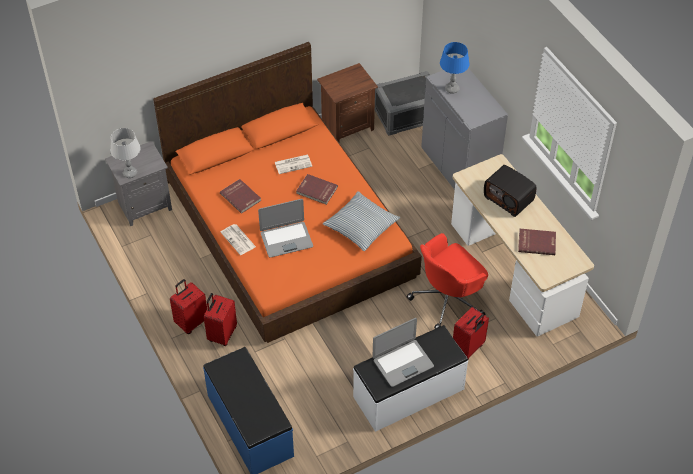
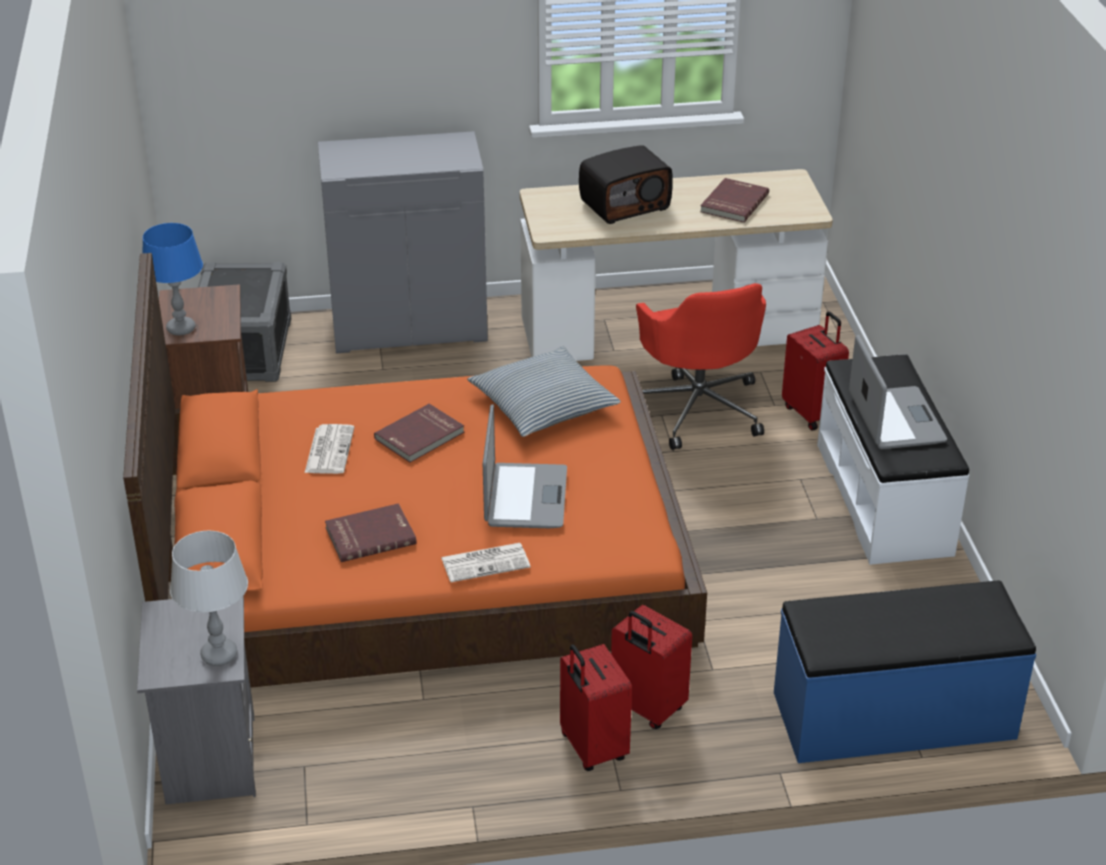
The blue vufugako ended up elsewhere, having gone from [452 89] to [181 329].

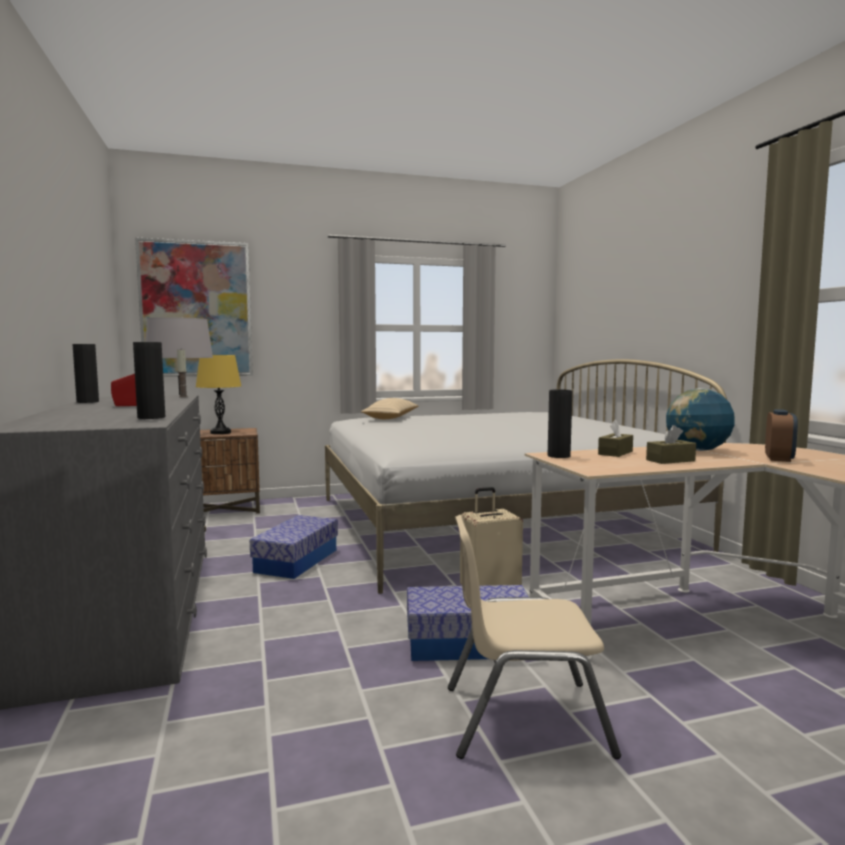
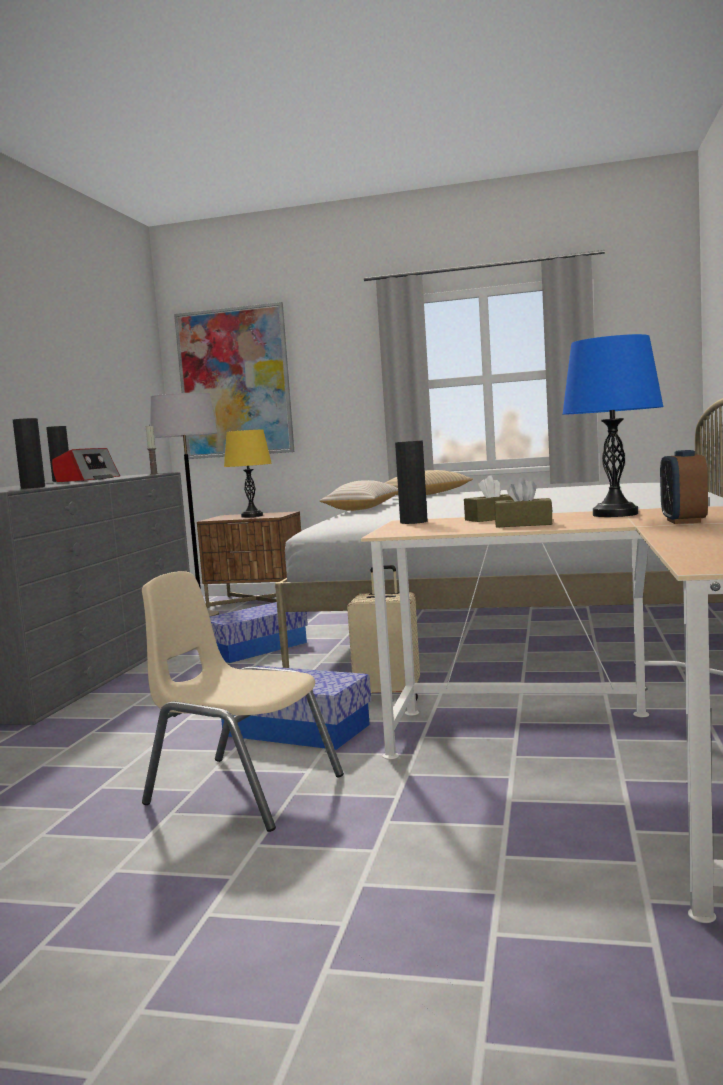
The second view gained the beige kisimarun at [363 508]. Where the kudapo stood at [697 450], the blue vufugako came to stand at [615 514]. The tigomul at [779 459] ended up facing another way, 135 degrees clockwise from before.

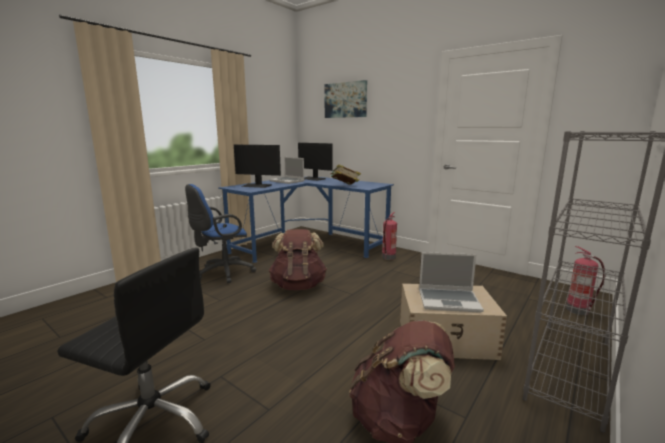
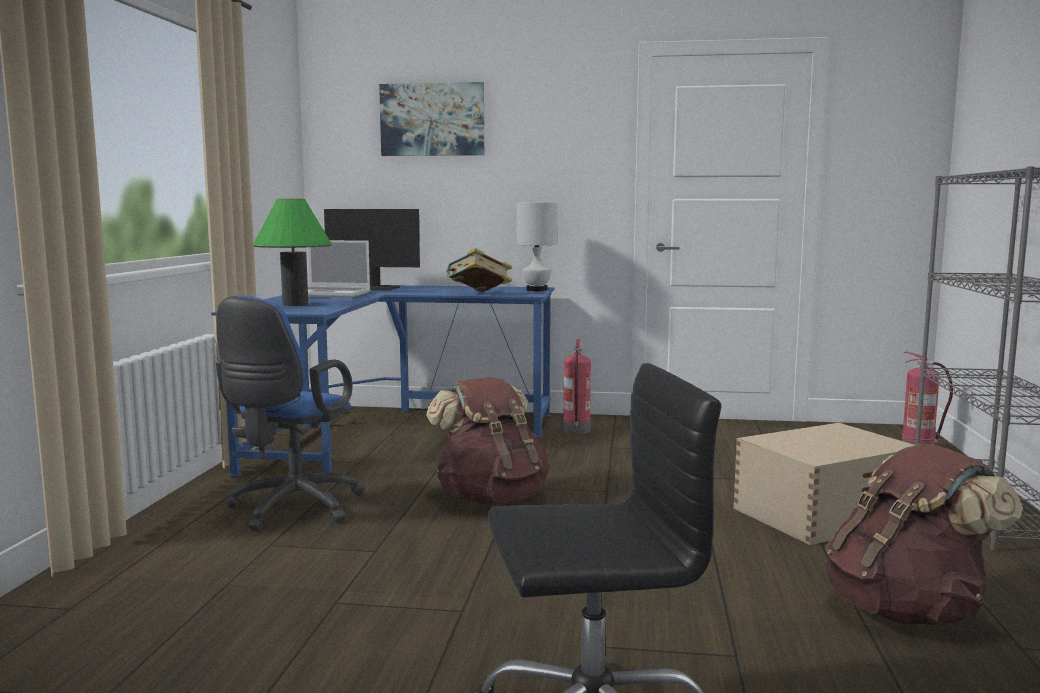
The second view lost the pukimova at [449 301]. The second view gained the white vufugako at [537 290]. Where the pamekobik stood at [256 186], the green vufugako came to stand at [295 304].

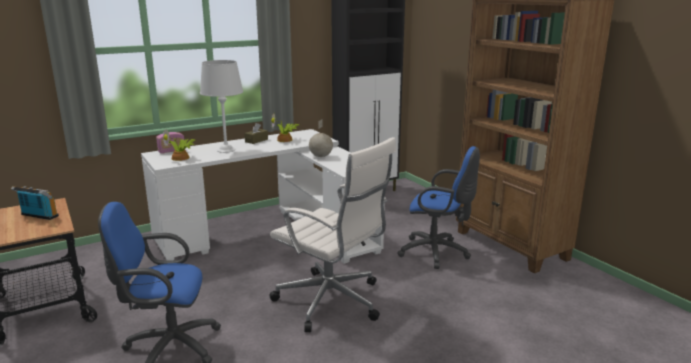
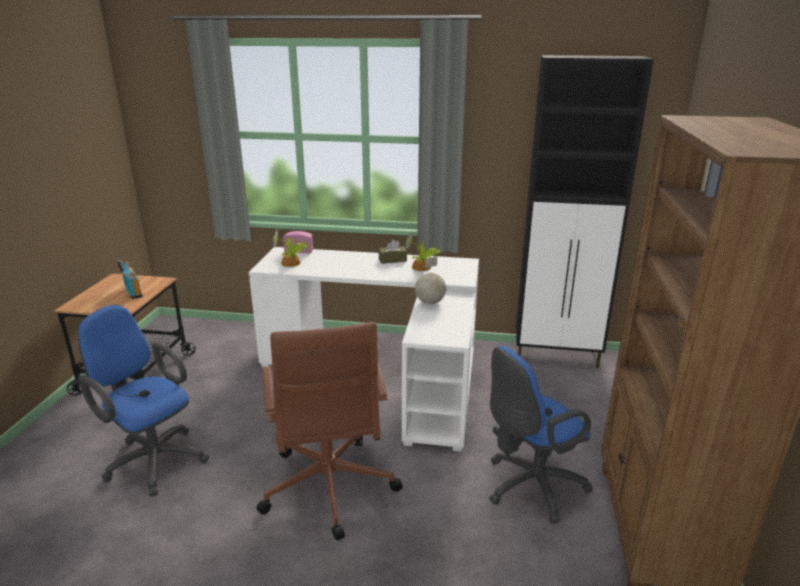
The second view lost the white vufugako at [226 150]. What was the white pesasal at [332 302] turned into the brown pesasal at [329 489]. The blue pesasal at [437 253] ended up facing another way, 90 degrees clockwise from before.

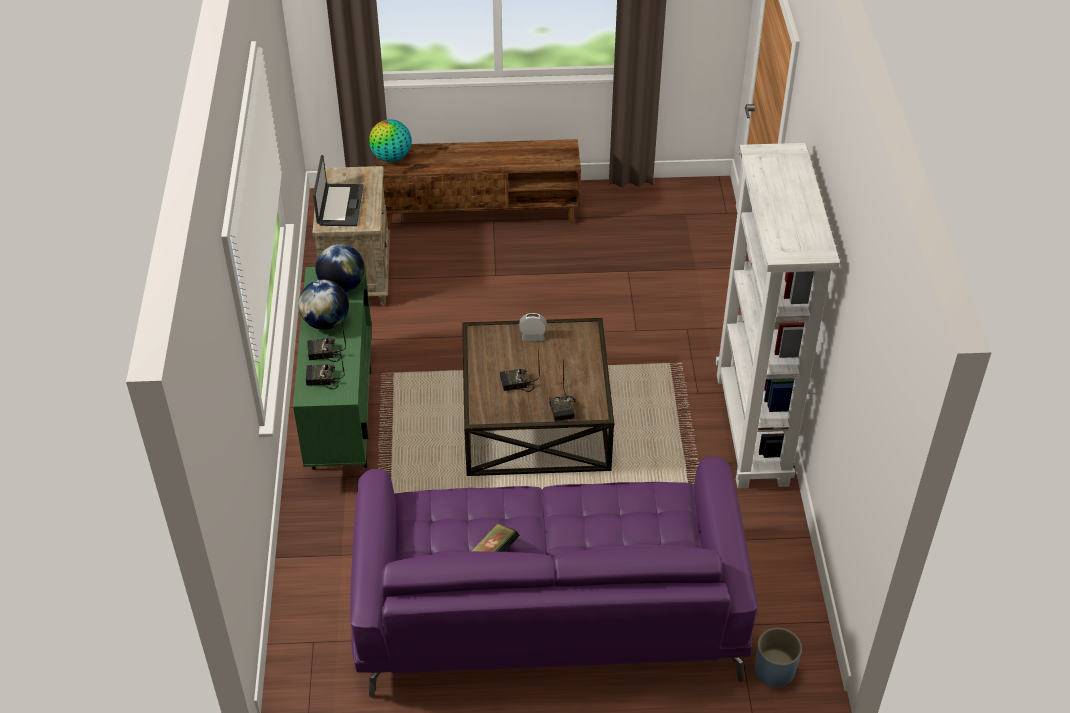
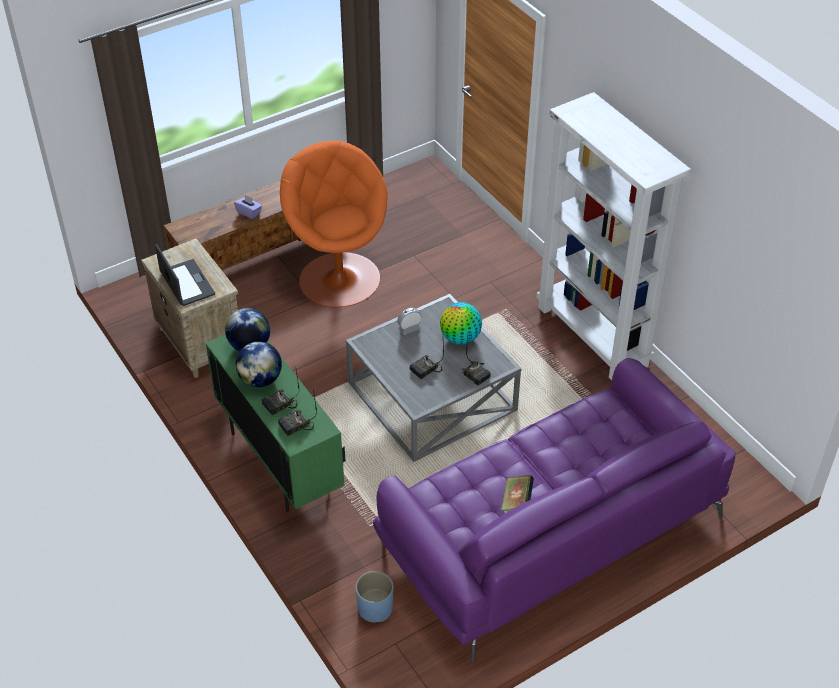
The second view gained the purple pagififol at [249 212]. The second view gained the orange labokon at [339 278]. The kudapo ended up elsewhere, having gone from [391 157] to [460 338]. The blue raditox ended up elsewhere, having gone from [774 671] to [375 608]. What was the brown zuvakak at [535 420] turned into the grey zuvakak at [432 397].

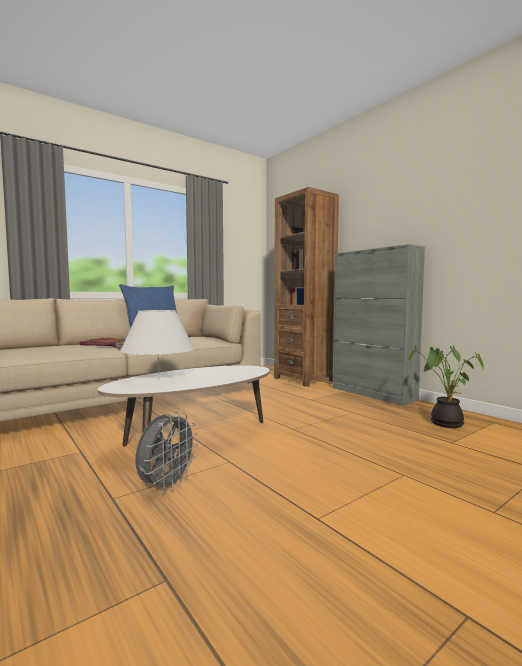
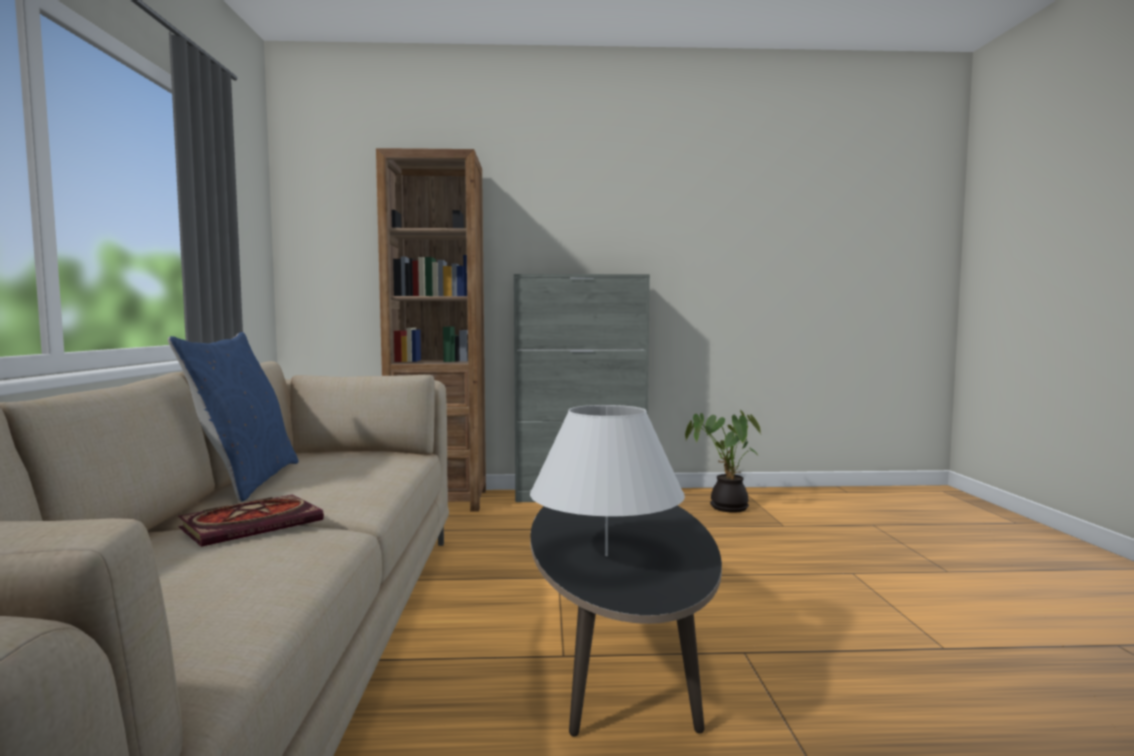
The second view lost the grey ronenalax at [166 486]. What was the white zuvakak at [194 439] turned into the black zuvakak at [618 655].

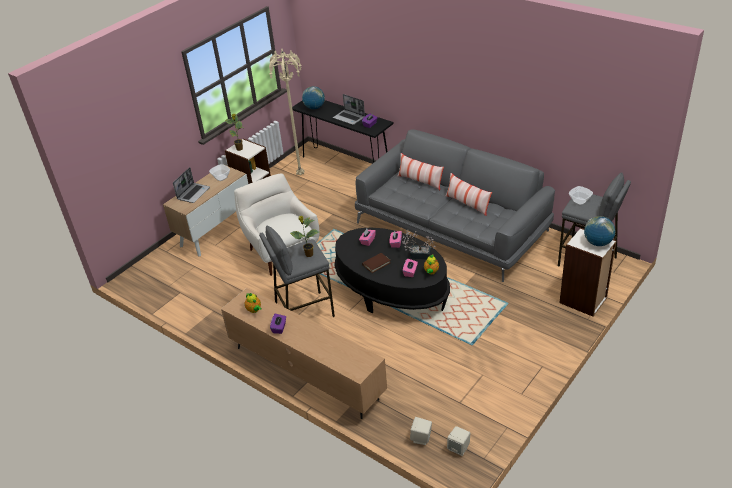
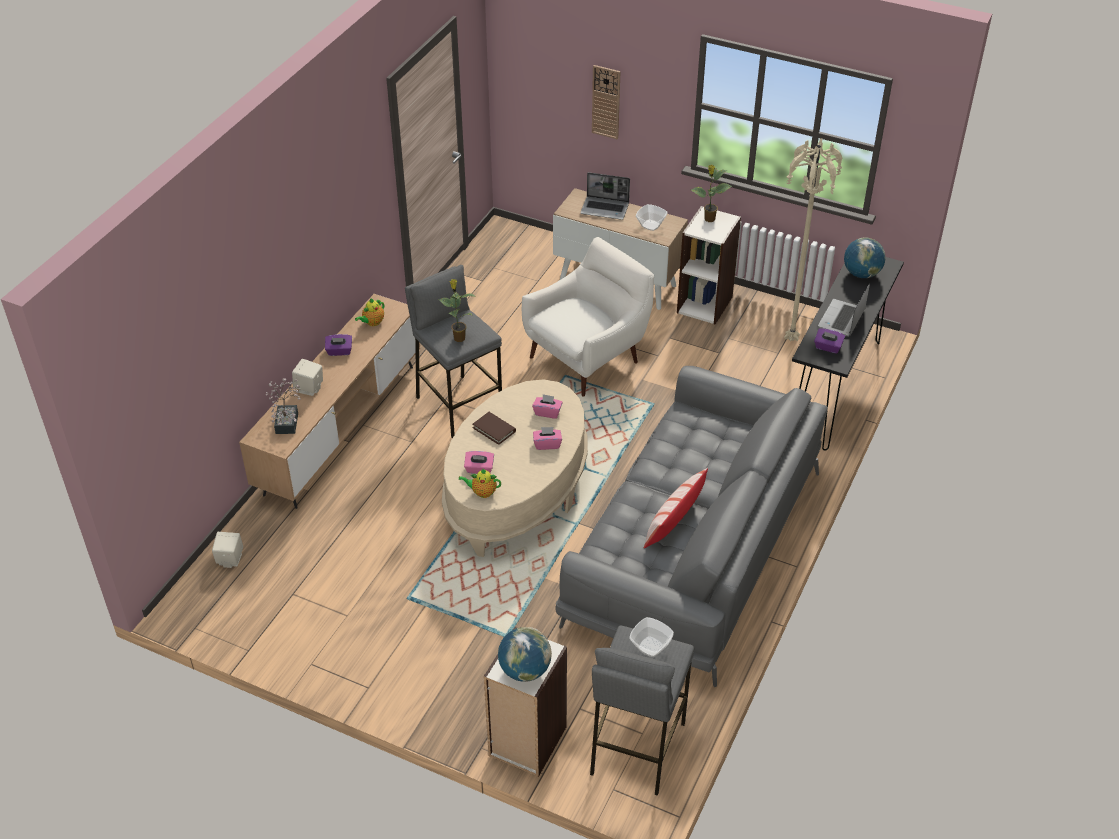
The second view lost the kisimarun at [420 181]. The second view gained the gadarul at [606 102]. The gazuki ended up elsewhere, having gone from [418 254] to [288 420]. The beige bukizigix ended up elsewhere, having gone from [459 448] to [309 388]. What was the black zuvakak at [392 290] turned into the beige zuvakak at [516 492].

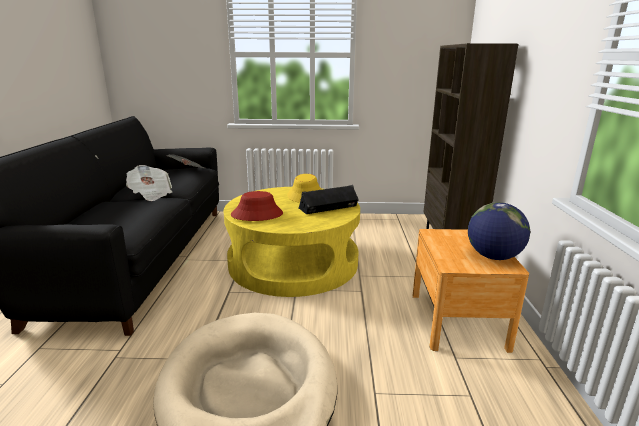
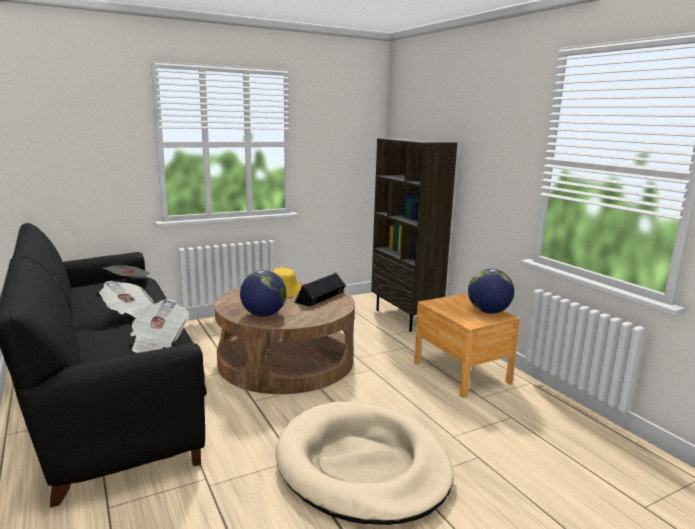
The second view gained the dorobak at [158 341]. Where the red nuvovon stood at [257 214], the kudapo came to stand at [263 315]. What was the yellow zuvakak at [293 262] turned into the brown zuvakak at [286 360].

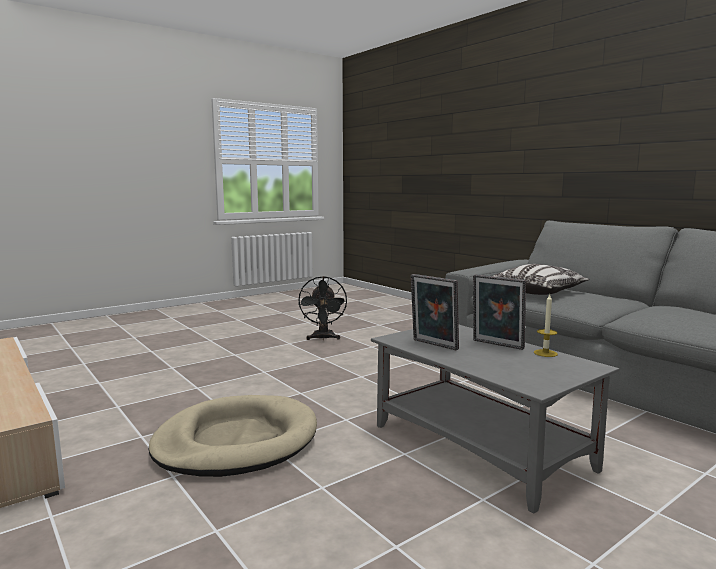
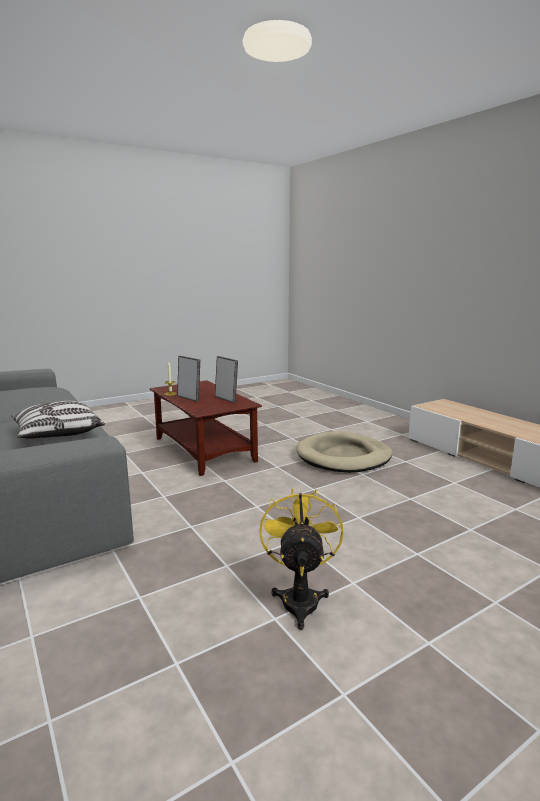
What was the black ronenalax at [323 338] turned into the yellow ronenalax at [300 598]. What was the grey zuvakak at [481 447] turned into the brown zuvakak at [203 449].

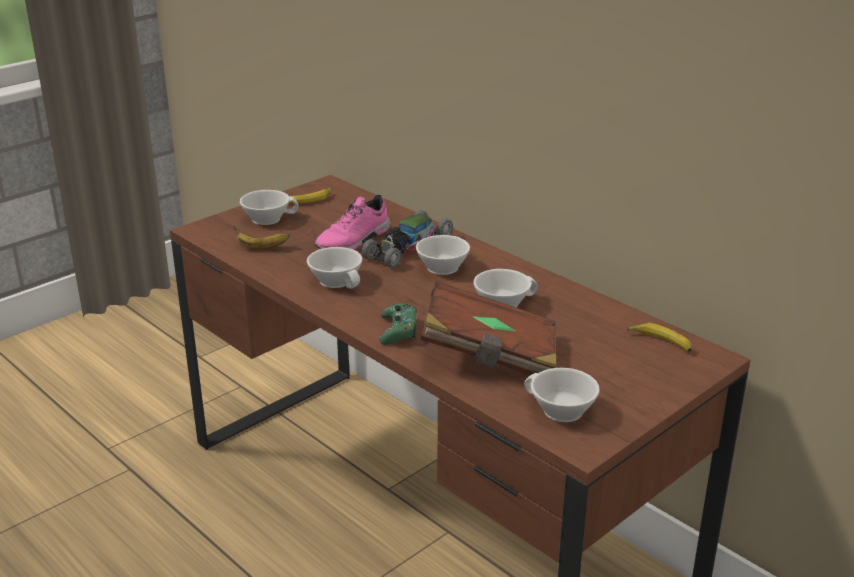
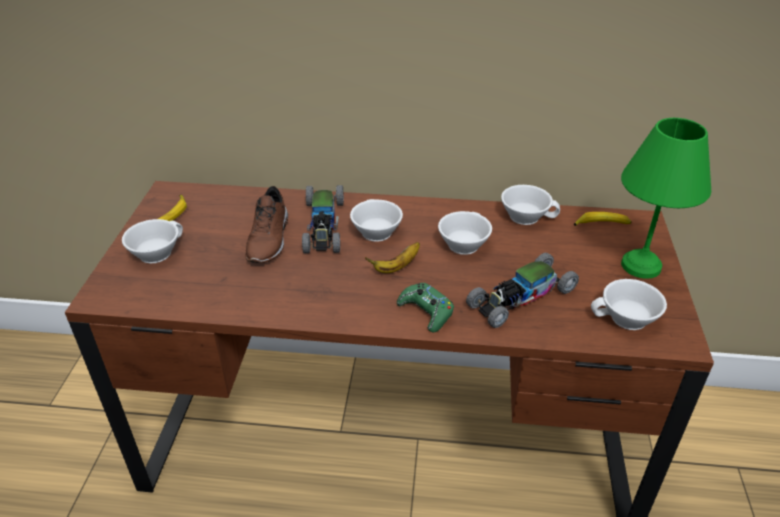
The second view gained the green vufugako at [639 266]. The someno ended up elsewhere, having gone from [261 248] to [396 267]. The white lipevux ended up elsewhere, having gone from [338 280] to [526 215]. Where the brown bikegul stood at [489 356], the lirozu came to stand at [521 298]. What was the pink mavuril at [354 241] turned into the brown mavuril at [270 239].

